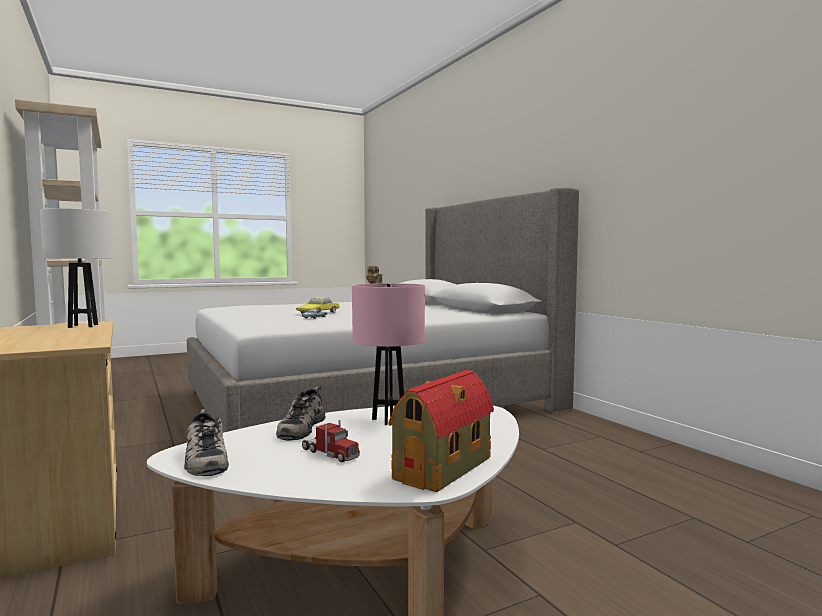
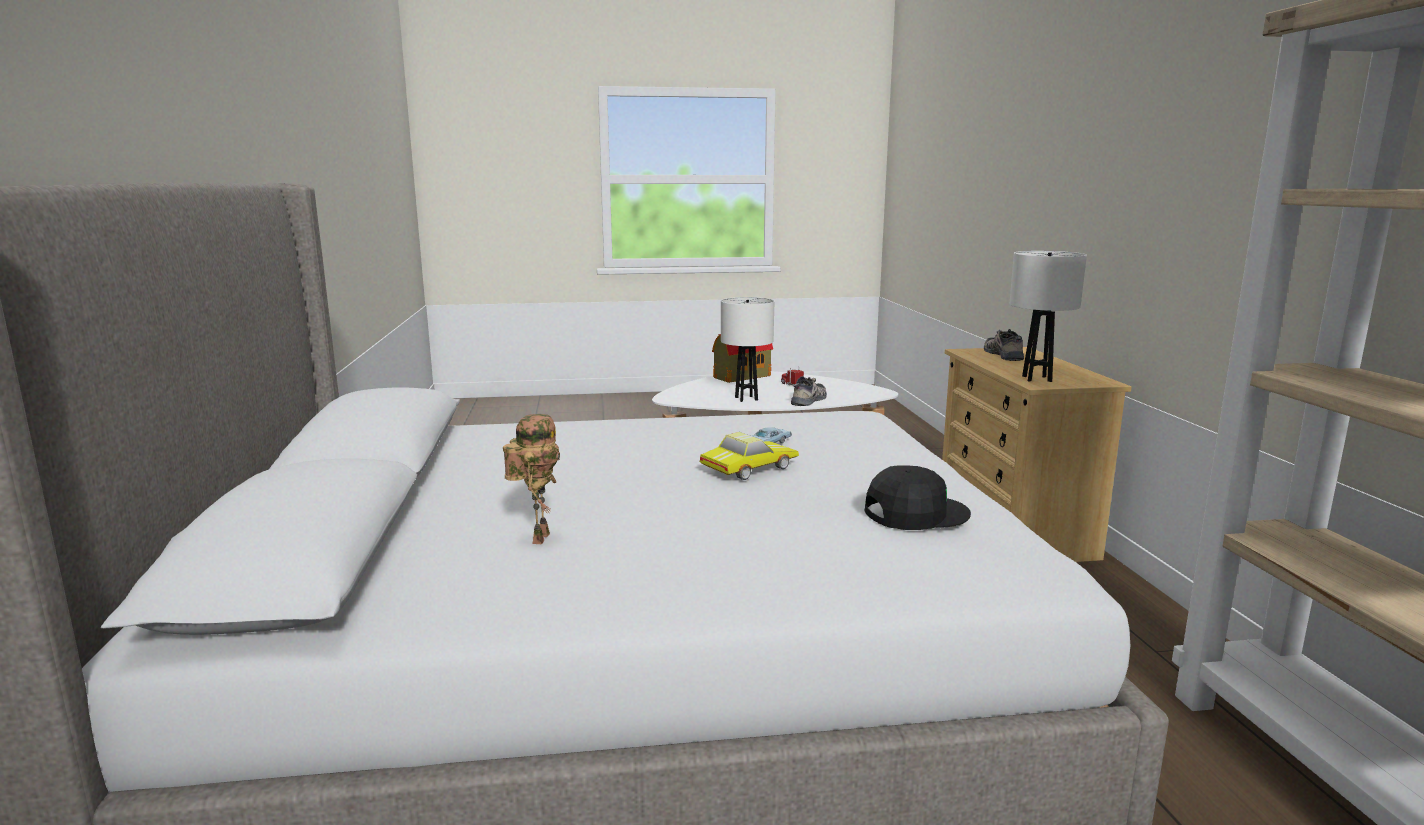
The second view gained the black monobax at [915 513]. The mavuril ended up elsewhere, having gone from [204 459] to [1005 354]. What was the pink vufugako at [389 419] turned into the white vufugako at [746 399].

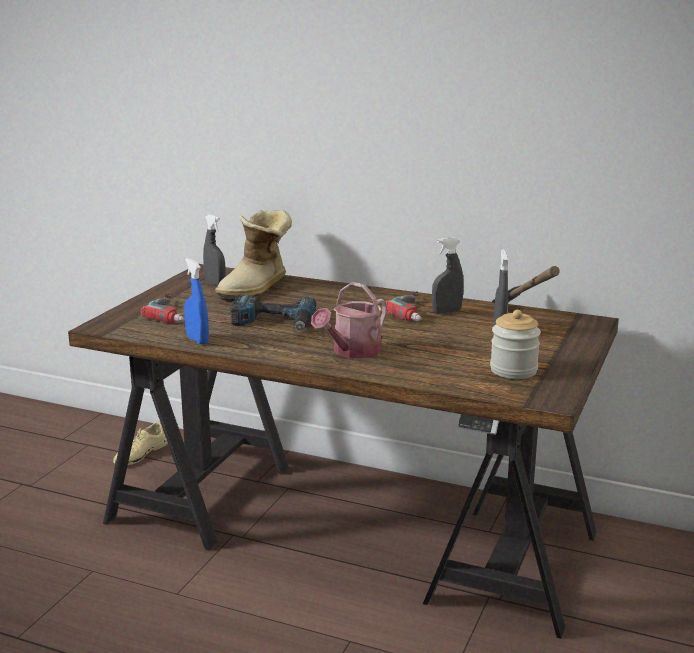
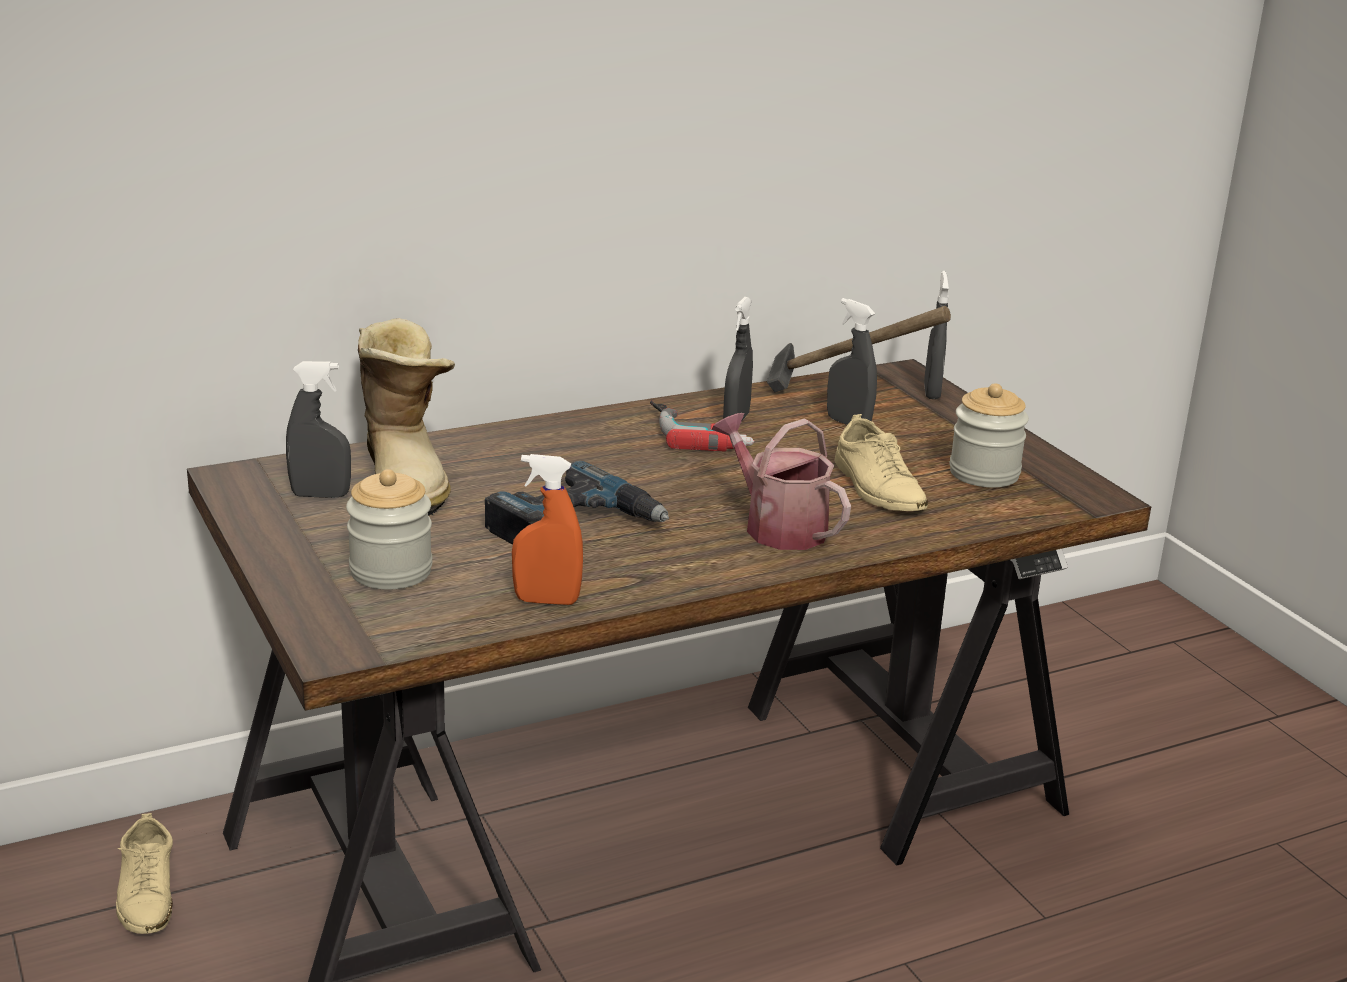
The second view gained the beige mavuril at [878 487]. The second view gained the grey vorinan at [931 392]. Where the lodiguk stood at [174 312], the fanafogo came to stand at [391 571]. What was the blue vorinan at [197 340] turned into the orange vorinan at [546 601]. The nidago at [352 352] ended up facing another way, 150 degrees clockwise from before.

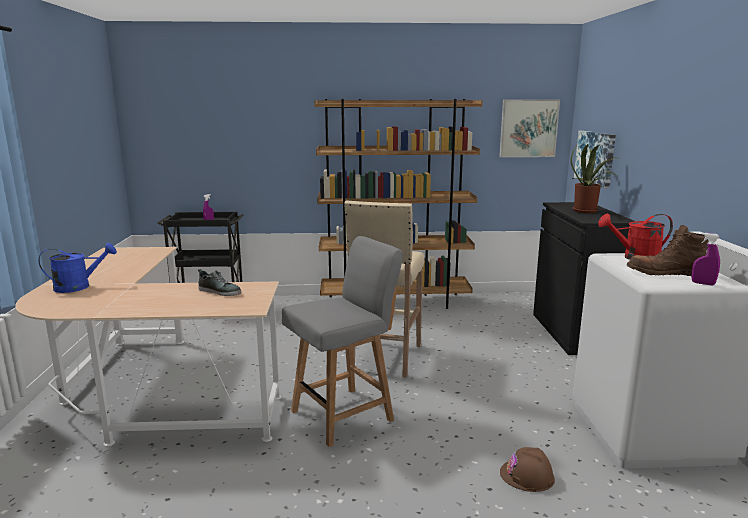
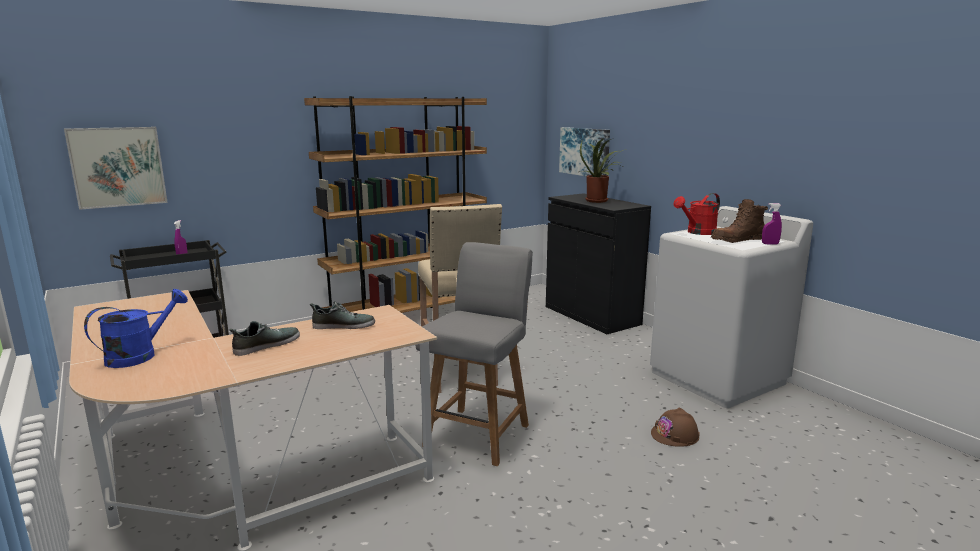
The second view gained the mavuril at [266 345]. The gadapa ended up elsewhere, having gone from [528 128] to [118 167].

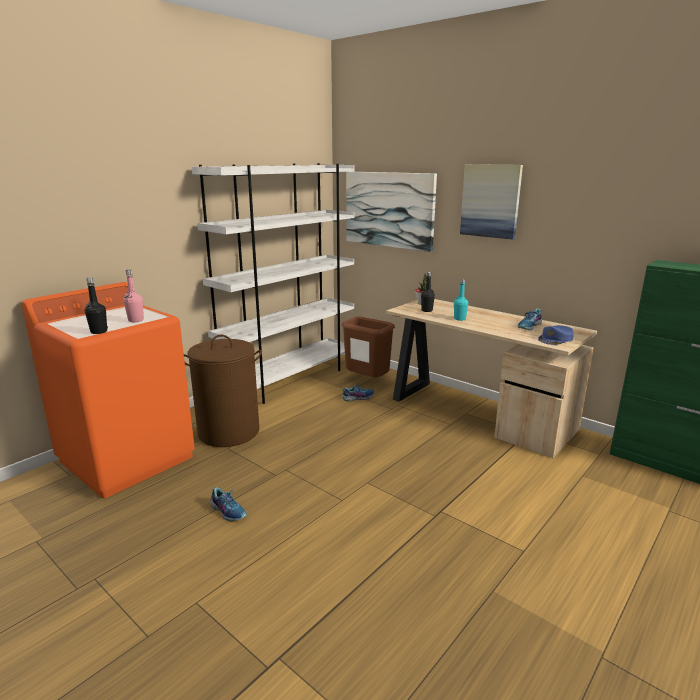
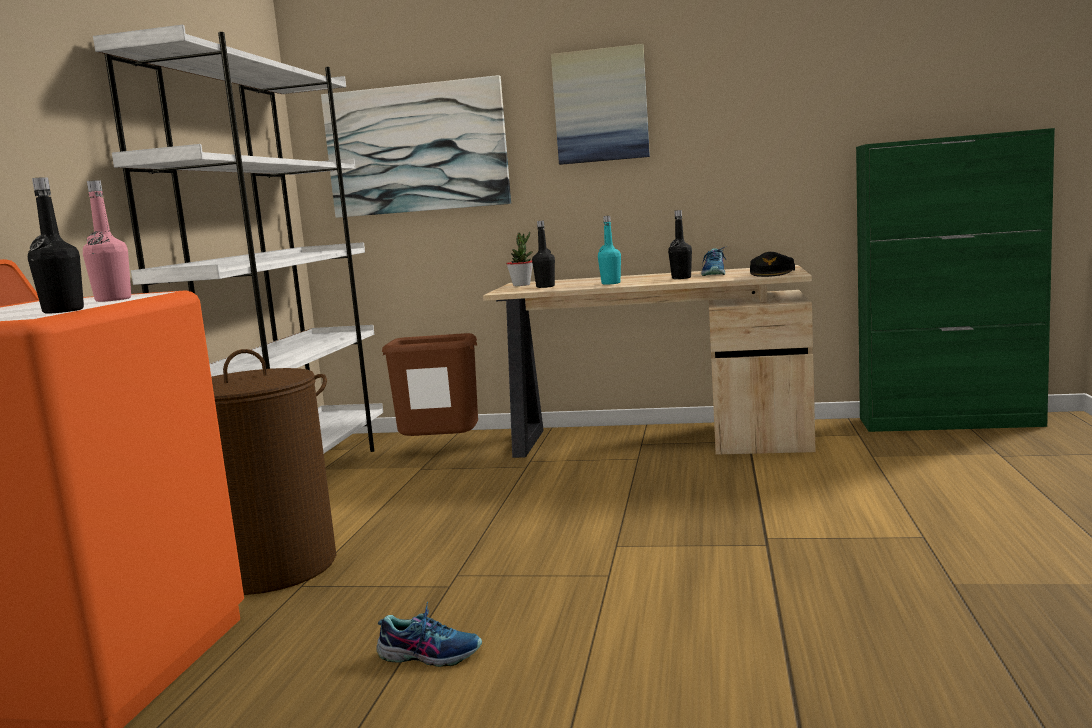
The second view lost the mavuril at [358 397]. The second view gained the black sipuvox at [681 278]. What was the blue monobax at [555 339] turned into the black monobax at [772 273].

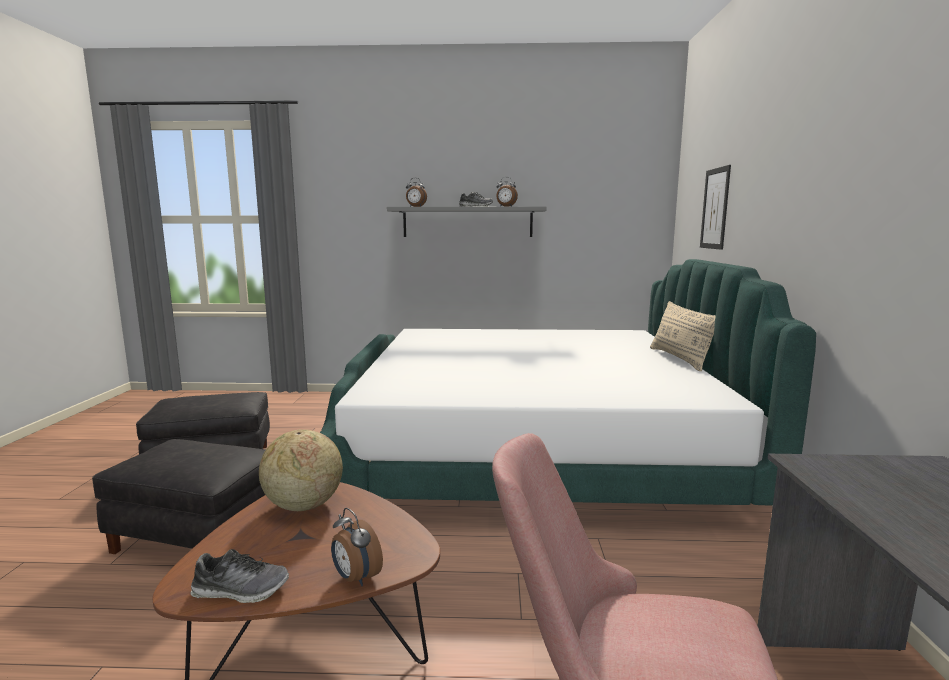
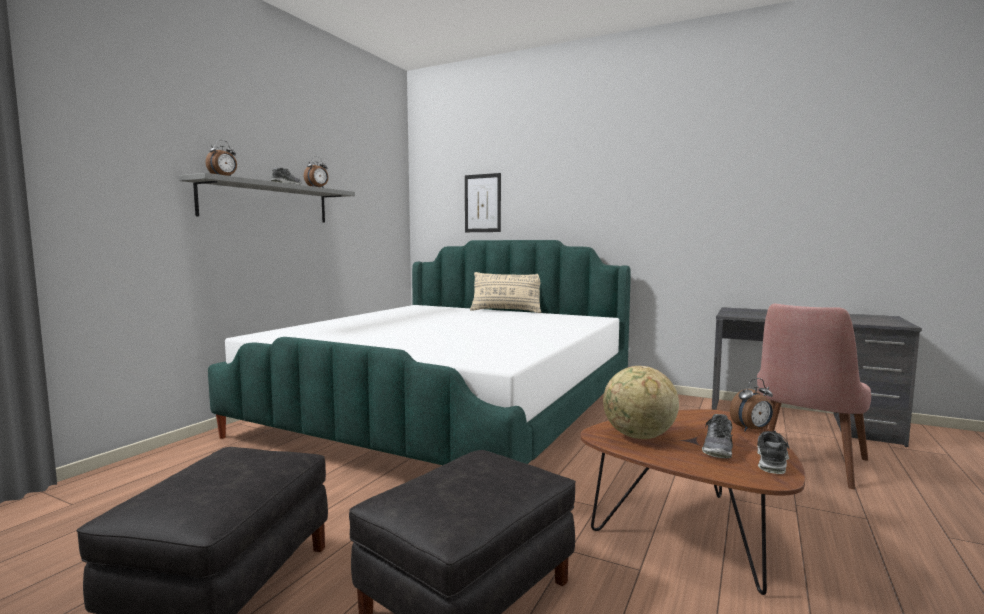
The second view gained the mavuril at [718 448].

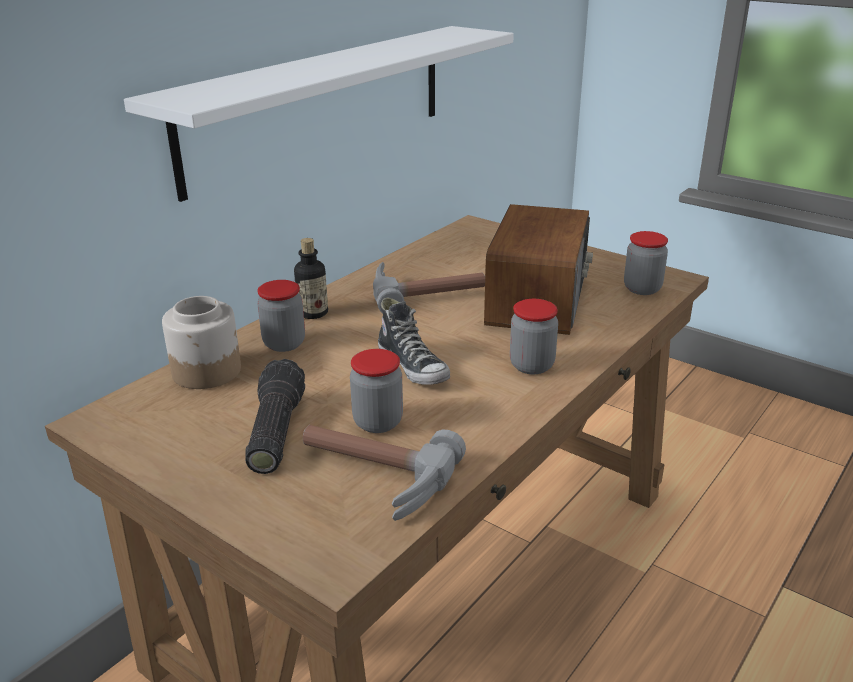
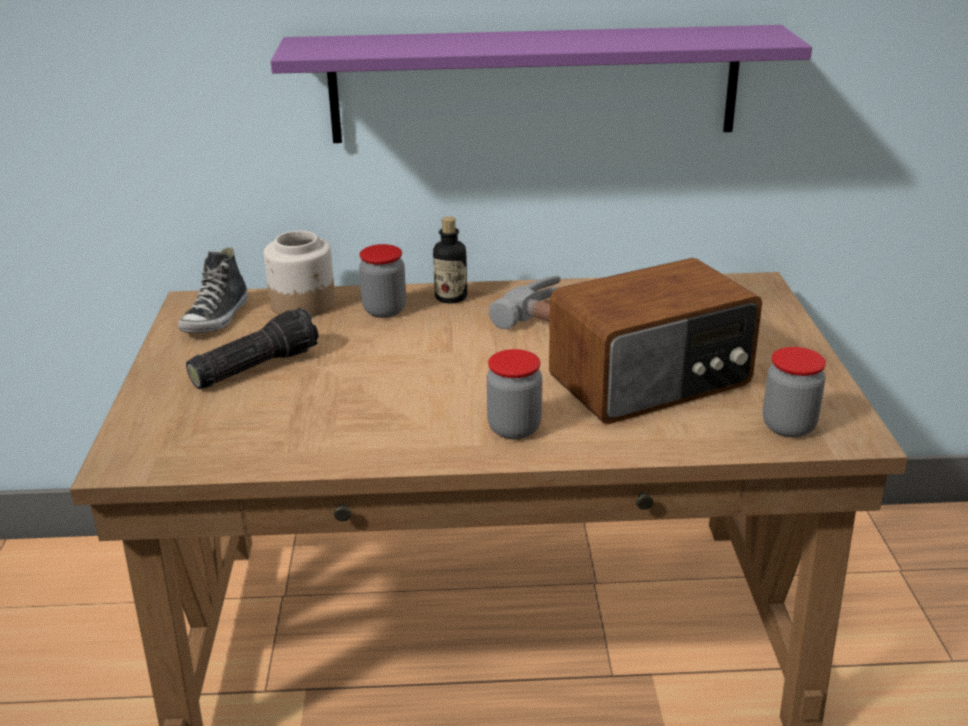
The second view lost the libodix at [370 477]. The second view lost the fanafogo at [378 422]. The mavuril ended up elsewhere, having gone from [413 367] to [216 318]. What was the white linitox at [321 104] turned into the purple linitox at [534 84].

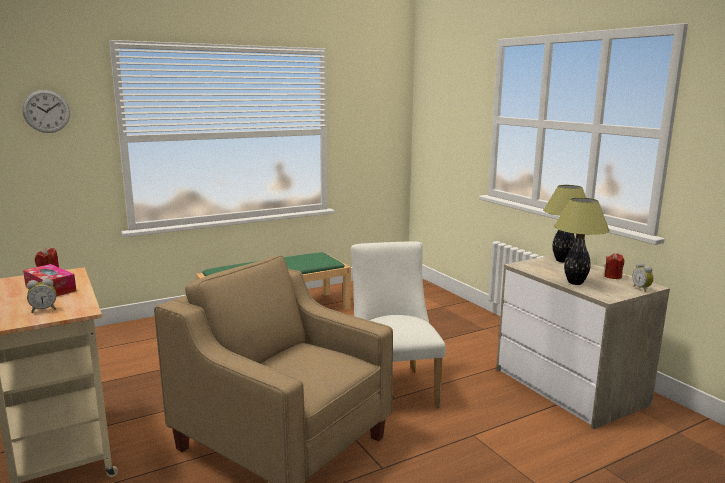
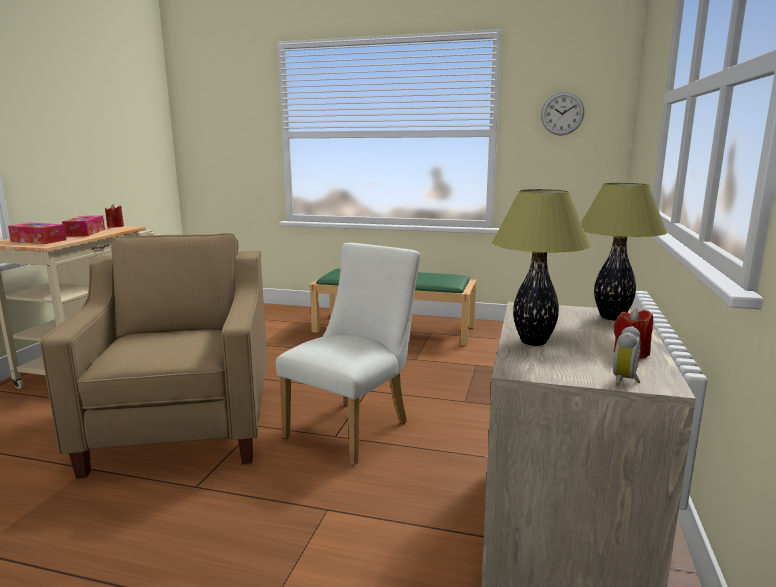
The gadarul ended up elsewhere, having gone from [46 111] to [562 113]. Where the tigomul stood at [44 310], the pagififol came to stand at [38 240].

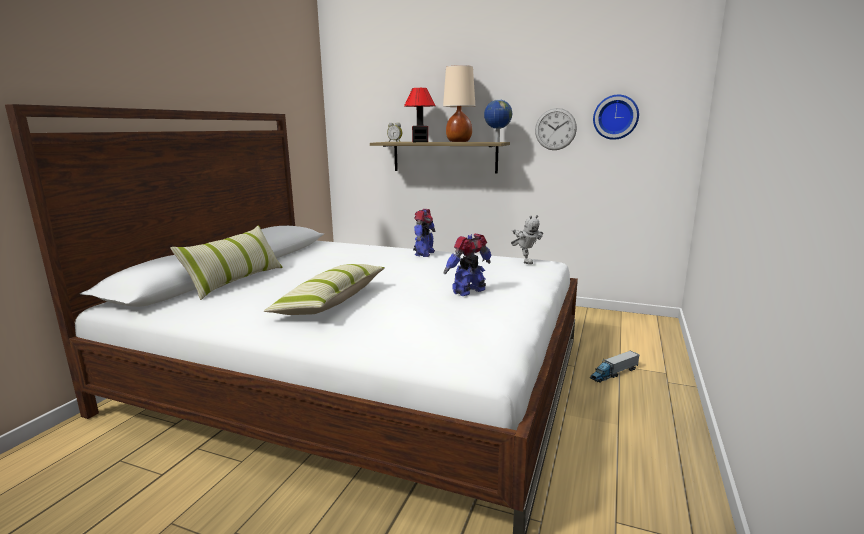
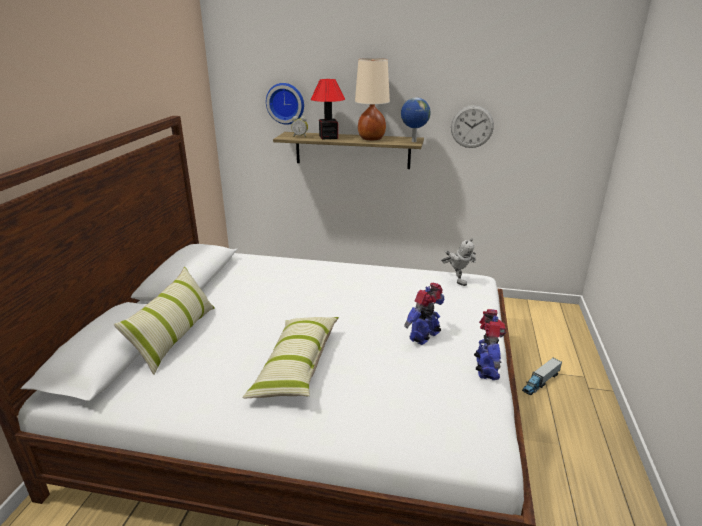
The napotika ended up elsewhere, having gone from [424 254] to [486 369]. The gadarul ended up elsewhere, having gone from [615 117] to [286 103].

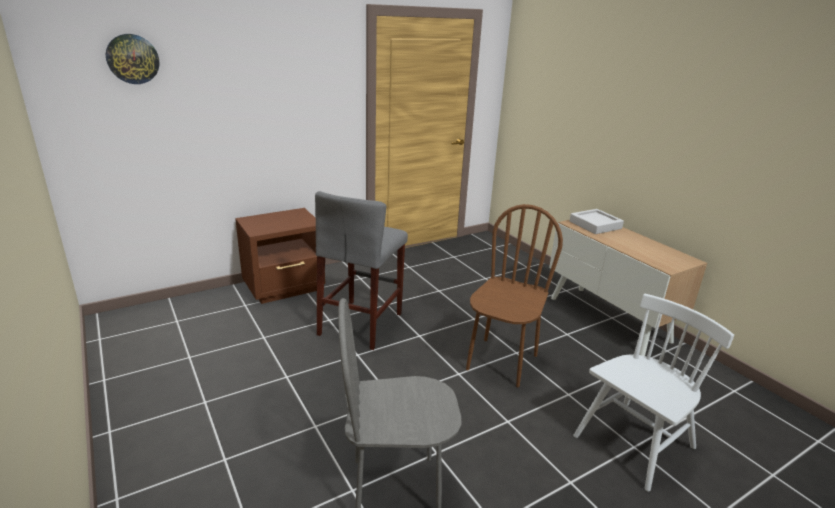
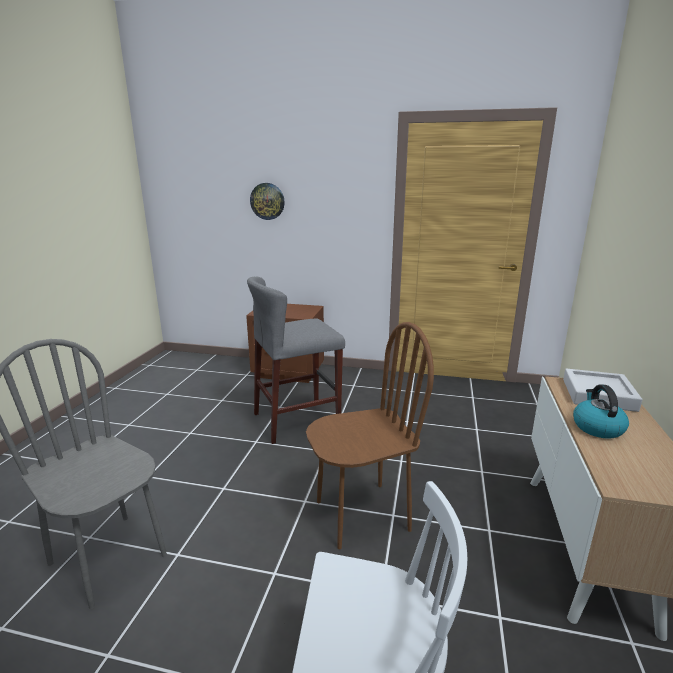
The second view gained the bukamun at [597 427]. The gadarul ended up elsewhere, having gone from [132 59] to [267 201].

